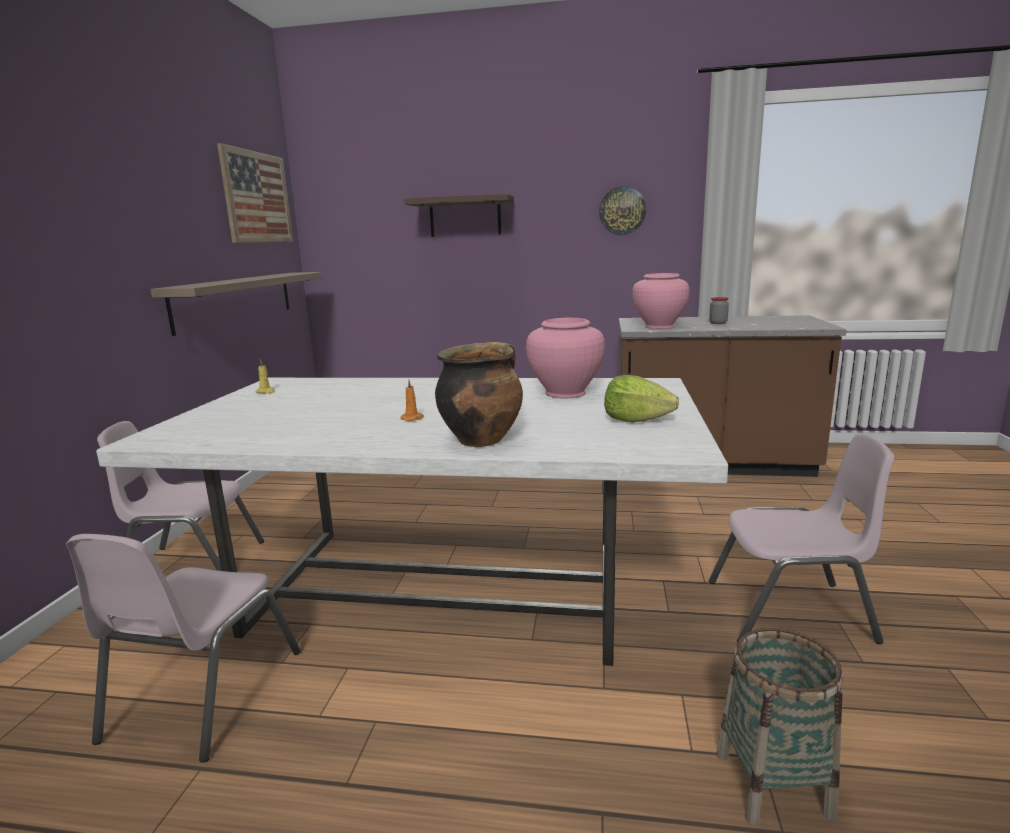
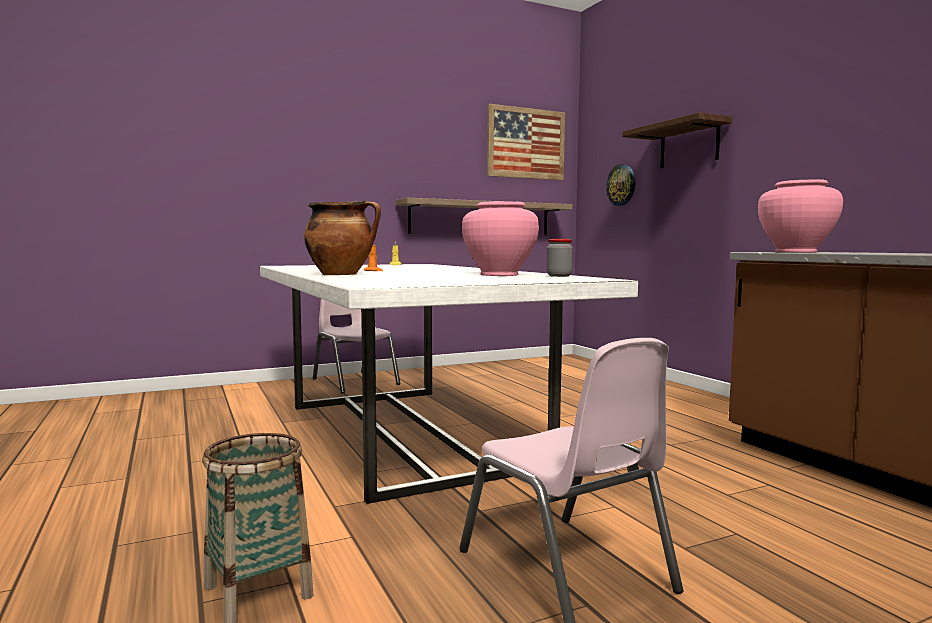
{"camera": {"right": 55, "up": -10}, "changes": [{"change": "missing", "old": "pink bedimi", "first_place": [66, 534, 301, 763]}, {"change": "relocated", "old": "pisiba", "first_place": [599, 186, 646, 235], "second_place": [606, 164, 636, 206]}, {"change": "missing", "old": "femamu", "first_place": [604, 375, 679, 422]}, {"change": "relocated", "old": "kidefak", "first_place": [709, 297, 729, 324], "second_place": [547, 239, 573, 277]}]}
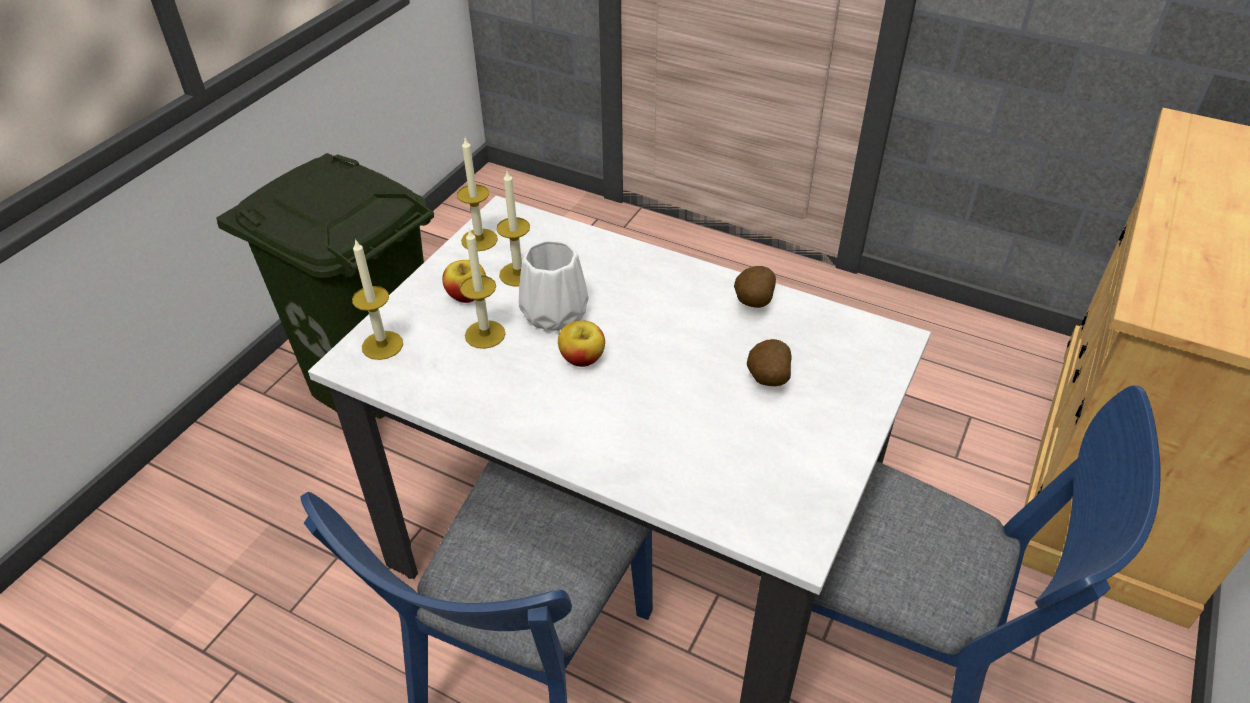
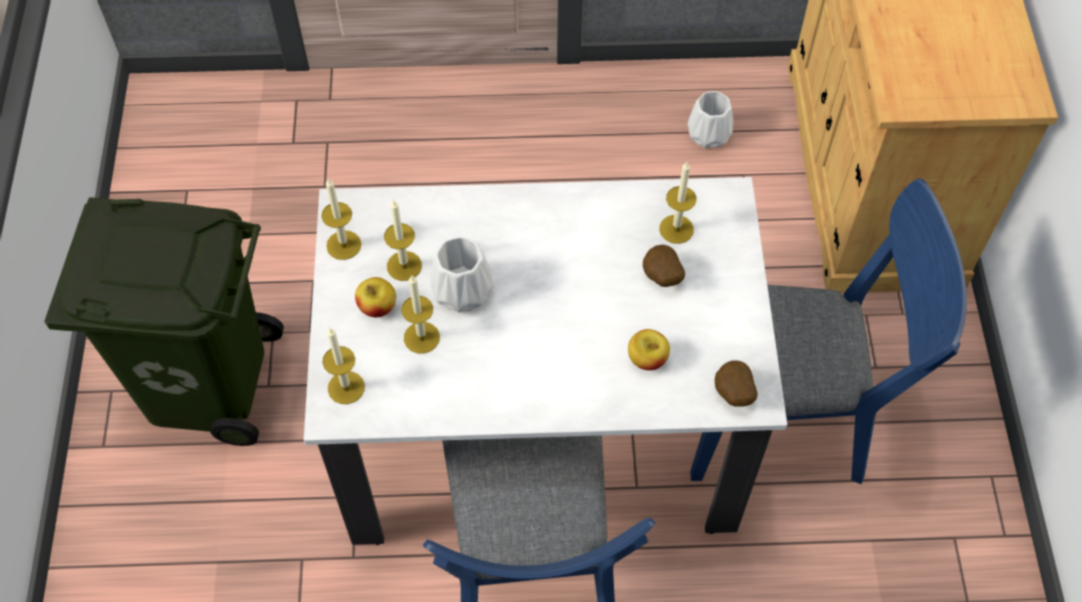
{"camera": {"right": -30, "up": 15}, "changes": [{"change": "relocated", "old": "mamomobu", "first_place": [558, 321, 605, 367], "second_place": [628, 329, 670, 370]}, {"change": "relocated", "old": "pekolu", "first_place": [734, 266, 776, 308], "second_place": [715, 360, 758, 407]}, {"change": "appeared", "new": "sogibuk", "second_place": [659, 162, 696, 244]}, {"change": "appeared", "new": "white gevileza", "second_place": [687, 91, 733, 148]}]}
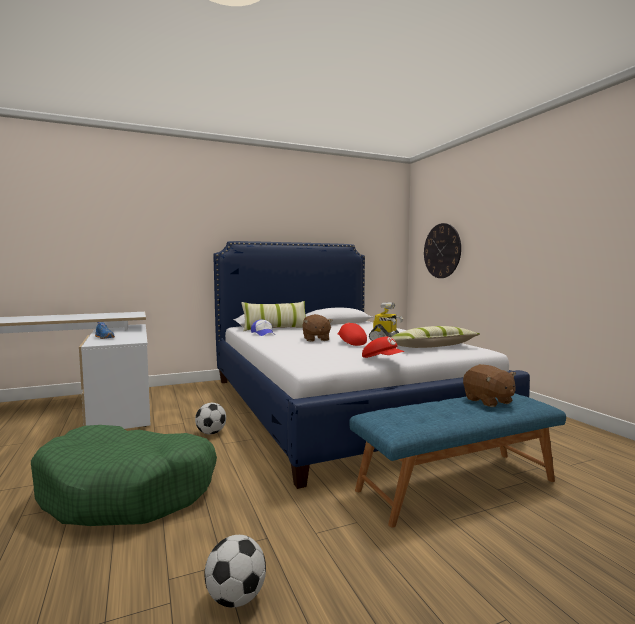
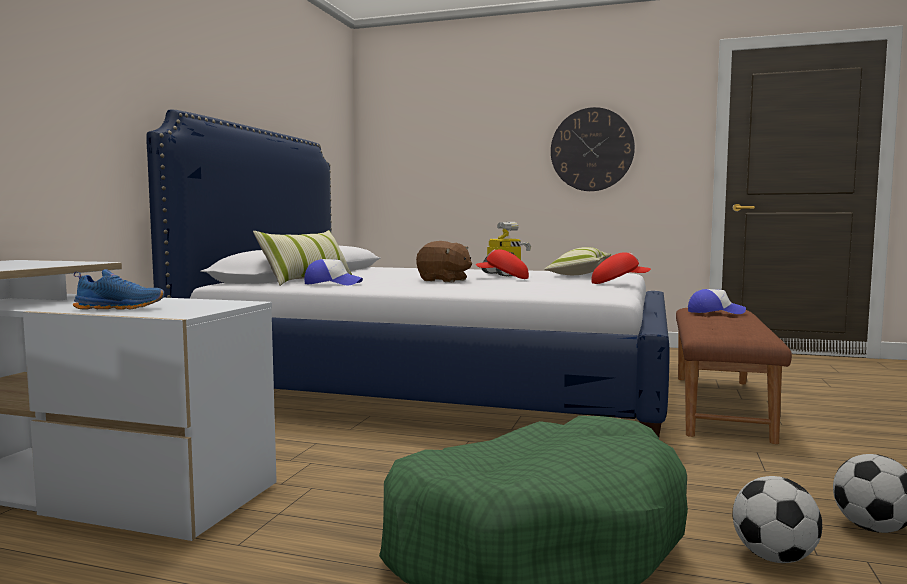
{"camera": {"right": -50, "up": 0}, "changes": [{"change": "relocated", "old": "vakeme", "first_place": [195, 403, 226, 434], "second_place": [732, 476, 822, 563]}, {"change": "colour", "old": "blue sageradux", "new": "brown sageradux", "first_place": [349, 393, 566, 528], "second_place": [676, 308, 792, 444]}, {"change": "relocated", "old": "pisiba", "first_place": [424, 223, 461, 278], "second_place": [551, 107, 635, 191]}, {"change": "exchanged", "old": "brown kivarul", "new": "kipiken", "first_place": [463, 364, 516, 407], "second_place": [688, 289, 746, 314]}]}
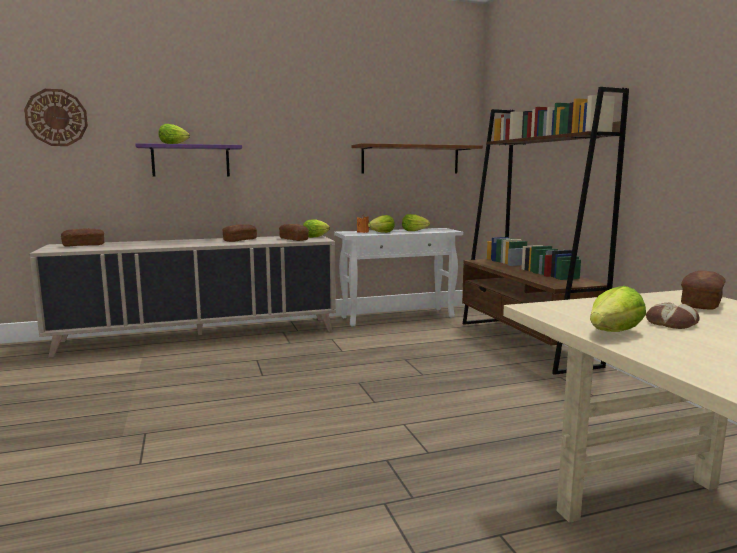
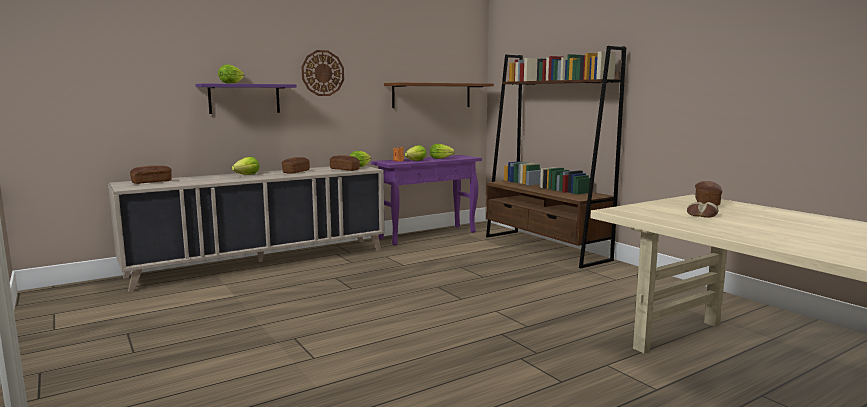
{"camera": {"right": -15, "up": 0}, "changes": [{"change": "relocated", "old": "pisiba", "first_place": [24, 89, 88, 146], "second_place": [302, 50, 344, 96]}, {"change": "colour", "old": "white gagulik", "new": "purple gagulik", "first_place": [334, 228, 463, 326], "second_place": [371, 155, 482, 245]}, {"change": "relocated", "old": "femamu", "first_place": [590, 286, 646, 332], "second_place": [232, 157, 260, 175]}]}
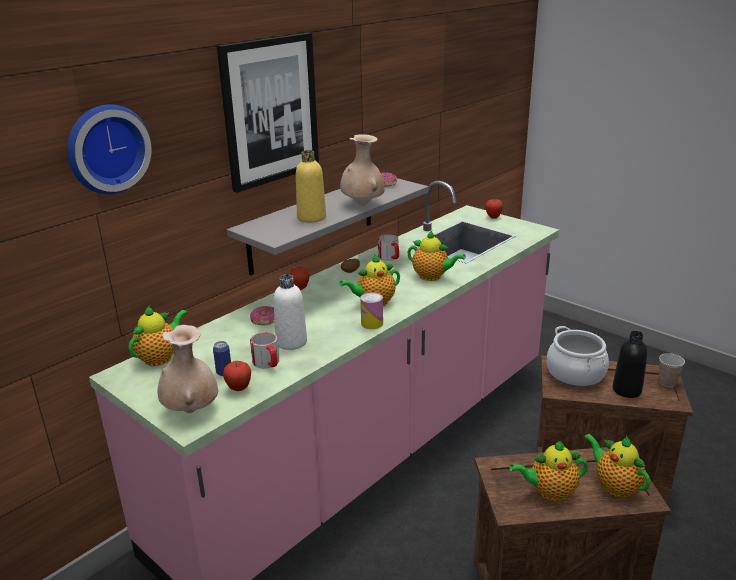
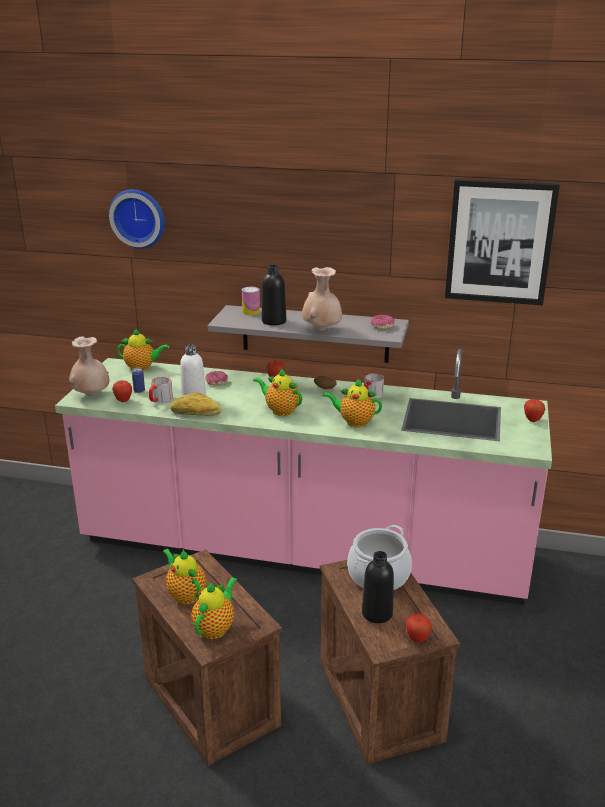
{"camera": {"right": 60, "up": 0}, "changes": [{"change": "relocated", "old": "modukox", "first_place": [217, 33, 319, 193], "second_place": [445, 179, 560, 306]}, {"change": "colour", "old": "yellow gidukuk", "new": "black gidukuk", "first_place": [296, 150, 326, 222], "second_place": [262, 264, 286, 325]}, {"change": "relocated", "old": "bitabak", "first_place": [360, 292, 383, 329], "second_place": [242, 287, 260, 315]}, {"change": "spun", "old": "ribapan", "first_place": [408, 231, 466, 281], "second_place": [322, 378, 382, 427], "degrees": 105}, {"change": "exchanged", "old": "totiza", "new": "mamomobu", "first_place": [659, 353, 685, 387], "second_place": [406, 614, 432, 643]}, {"change": "appeared", "new": "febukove", "second_place": [170, 392, 221, 416]}]}
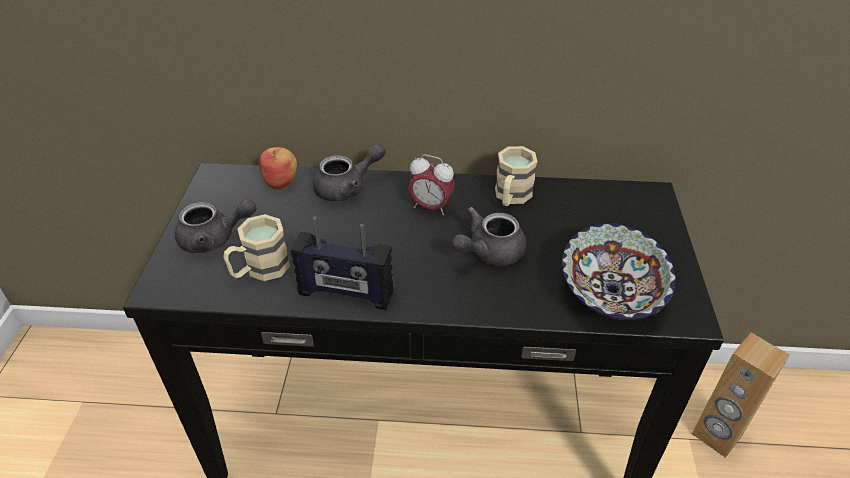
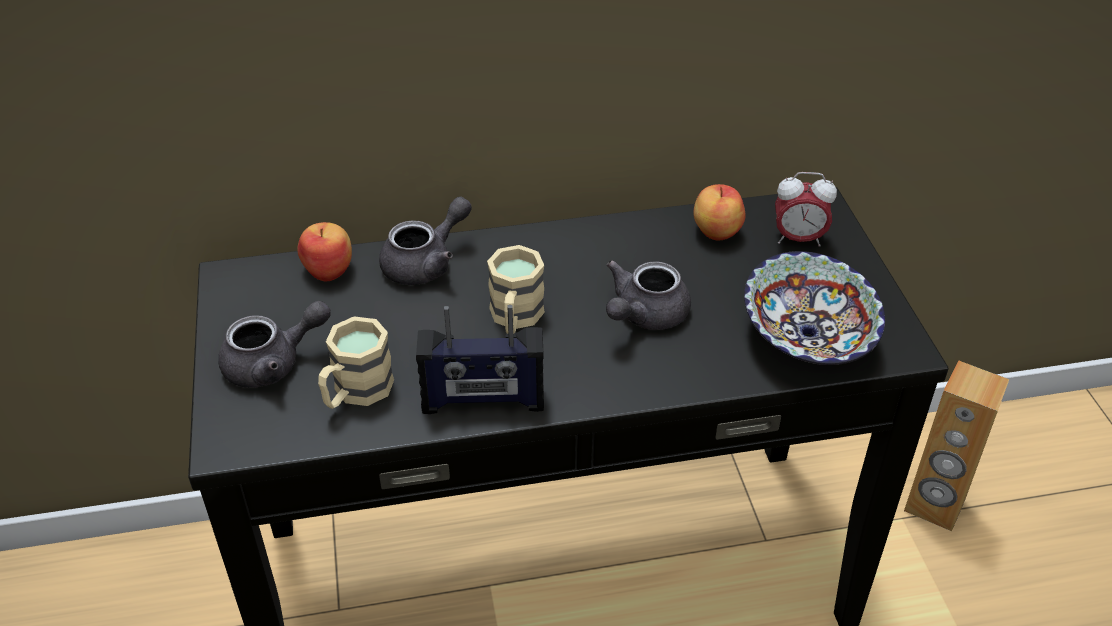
{"camera": {"right": -15, "up": 0}, "changes": [{"change": "relocated", "old": "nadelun", "first_place": [408, 155, 455, 215], "second_place": [775, 172, 837, 247]}, {"change": "relocated", "old": "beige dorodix", "first_place": [495, 146, 538, 206], "second_place": [487, 245, 545, 334]}, {"change": "appeared", "new": "mamomobu", "second_place": [694, 184, 746, 240]}]}
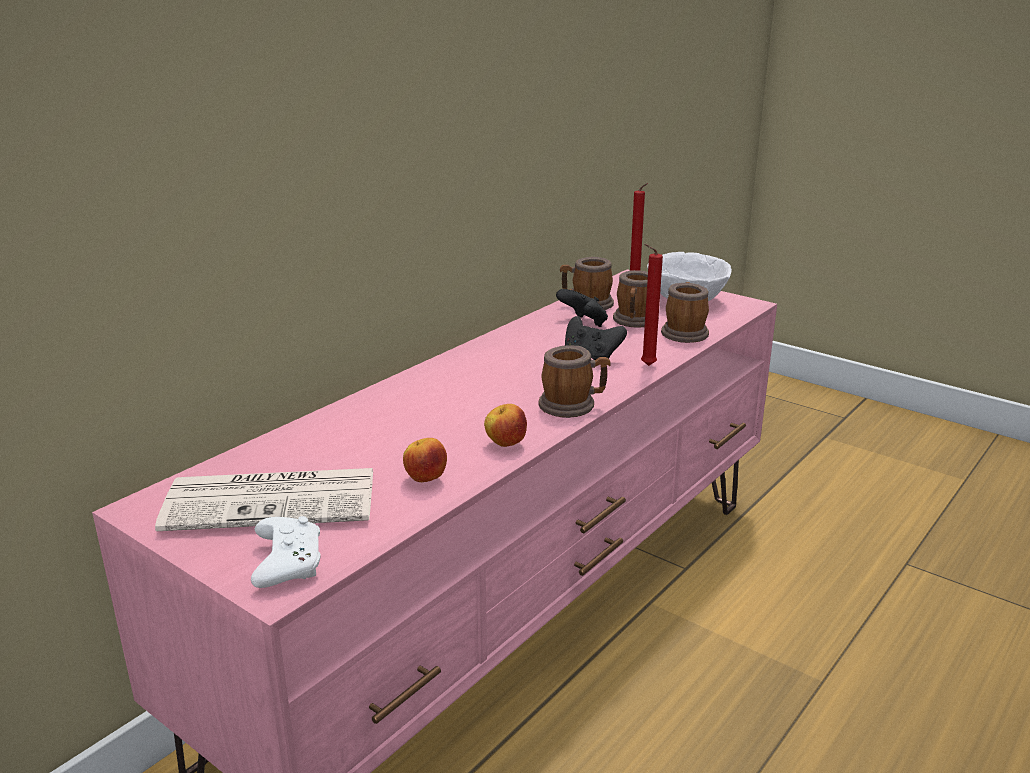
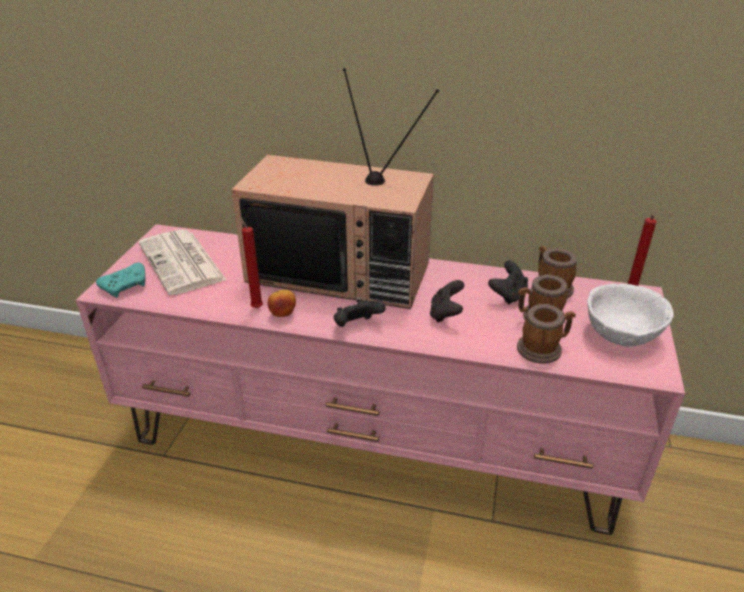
{"camera": {"right": 65, "up": 10}, "changes": [{"change": "colour", "old": "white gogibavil", "new": "turquoise gogibavil", "first_place": [251, 516, 320, 588], "second_place": [96, 263, 146, 298]}, {"change": "missing", "old": "mamomobu", "first_place": [403, 438, 447, 482]}, {"change": "exchanged", "old": "dorodix", "new": "black gogibavil", "first_place": [538, 346, 610, 418], "second_place": [334, 299, 386, 327]}, {"change": "relocated", "old": "red sogibuk", "first_place": [641, 244, 663, 366], "second_place": [239, 216, 263, 308]}, {"change": "appeared", "new": "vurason", "second_place": [231, 68, 439, 309]}]}
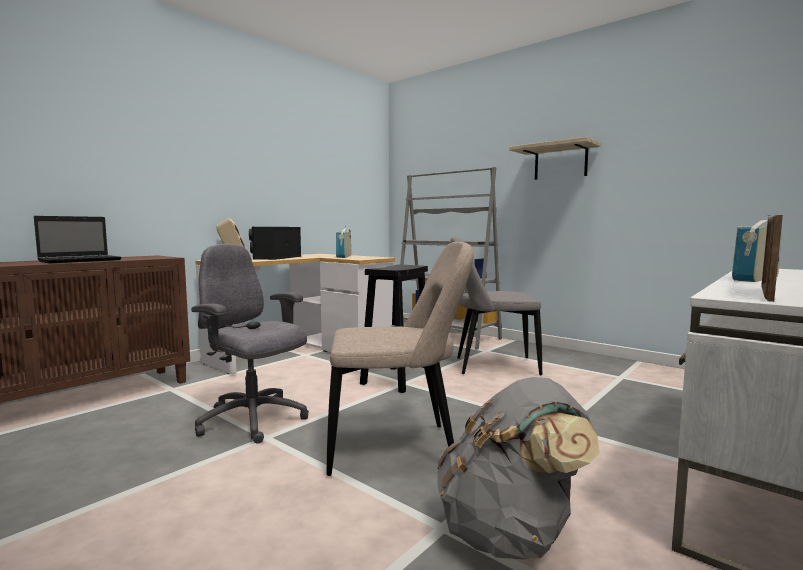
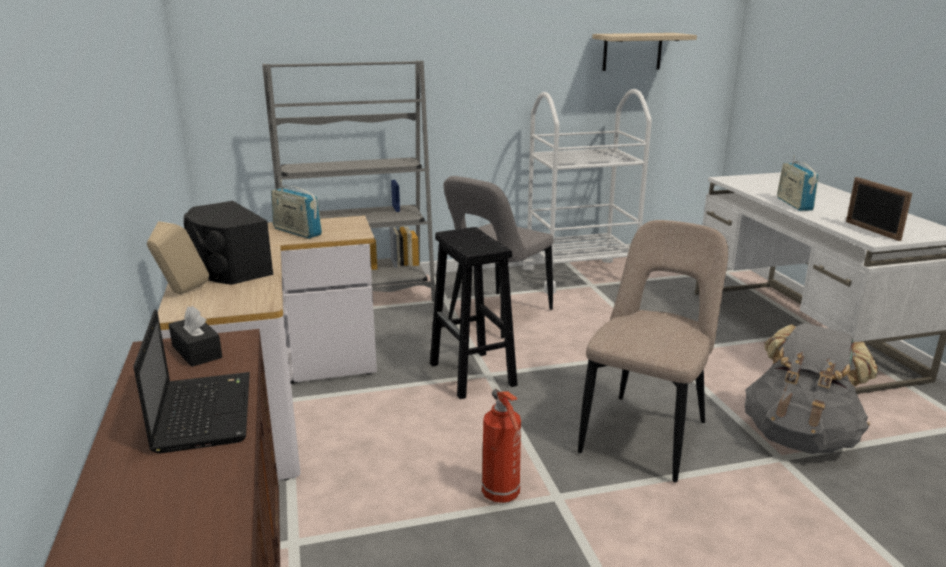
{"camera": {"right": -55, "up": 15}, "changes": [{"change": "exchanged", "old": "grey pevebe", "new": "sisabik", "first_place": [191, 244, 309, 444], "second_place": [482, 389, 521, 503]}, {"change": "relocated", "old": "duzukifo", "first_place": [509, 137, 601, 180], "second_place": [592, 33, 697, 71]}, {"change": "appeared", "new": "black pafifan", "second_place": [169, 306, 222, 367]}, {"change": "appeared", "new": "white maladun", "second_place": [523, 89, 652, 294]}]}
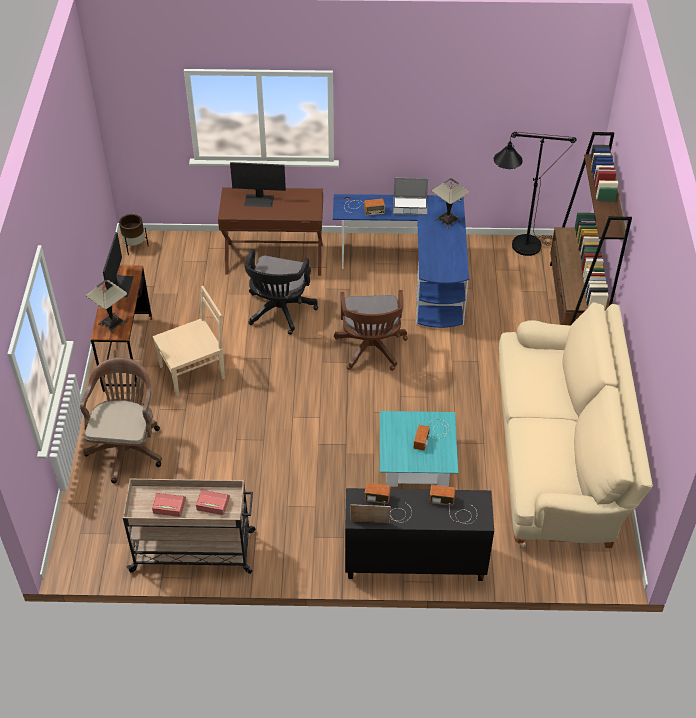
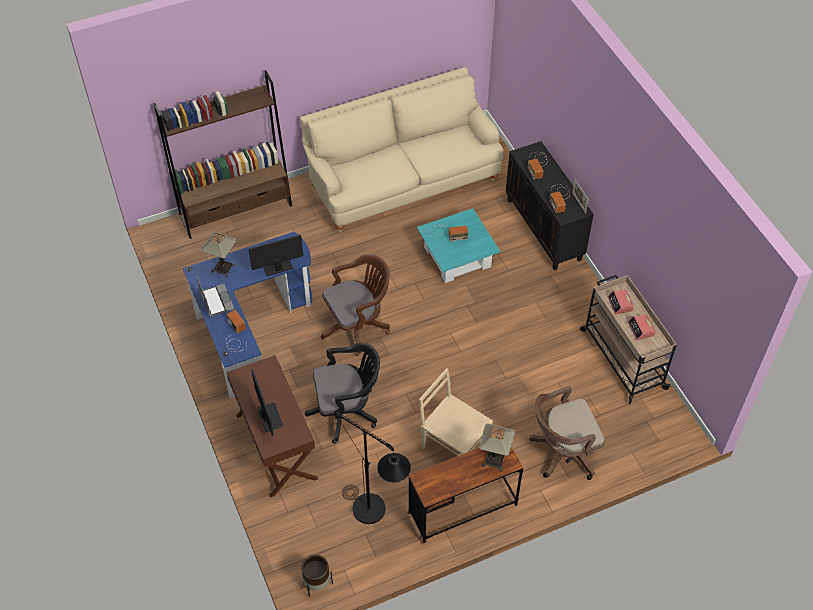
{"camera": {"right": -115, "up": 5}, "changes": [{"change": "relocated", "old": "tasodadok", "first_place": [103, 232, 134, 297], "second_place": [249, 235, 303, 276]}, {"change": "relocated", "old": "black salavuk", "first_place": [494, 132, 577, 256], "second_place": [334, 411, 411, 524]}]}
